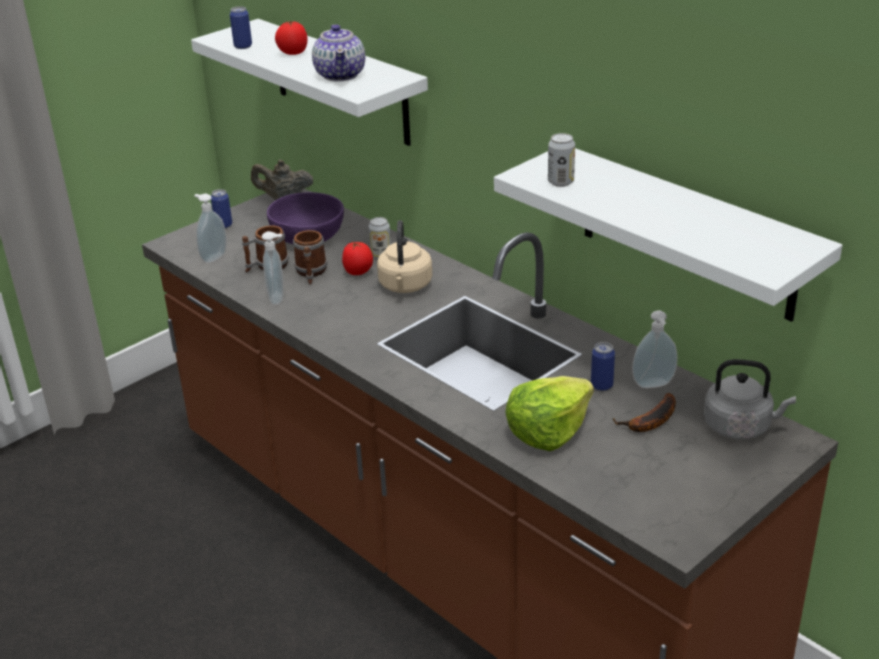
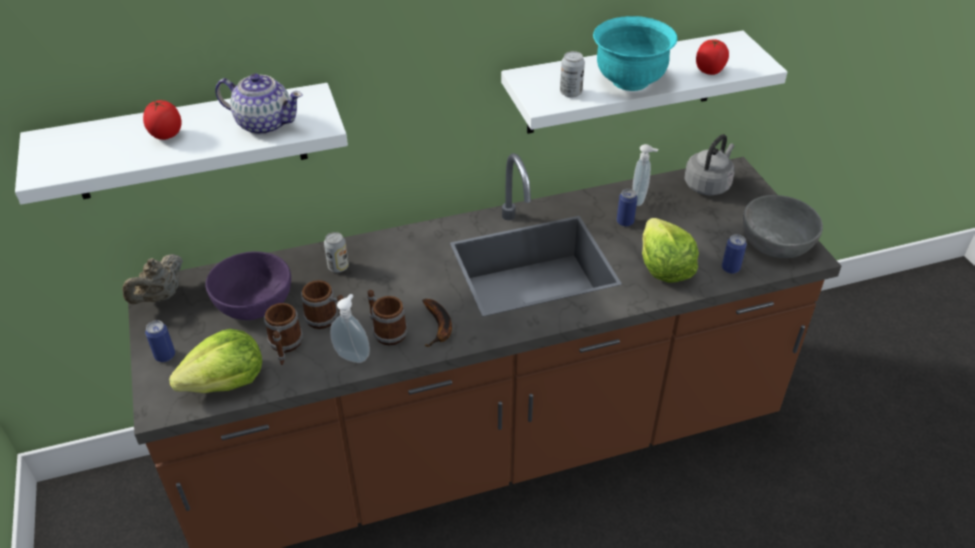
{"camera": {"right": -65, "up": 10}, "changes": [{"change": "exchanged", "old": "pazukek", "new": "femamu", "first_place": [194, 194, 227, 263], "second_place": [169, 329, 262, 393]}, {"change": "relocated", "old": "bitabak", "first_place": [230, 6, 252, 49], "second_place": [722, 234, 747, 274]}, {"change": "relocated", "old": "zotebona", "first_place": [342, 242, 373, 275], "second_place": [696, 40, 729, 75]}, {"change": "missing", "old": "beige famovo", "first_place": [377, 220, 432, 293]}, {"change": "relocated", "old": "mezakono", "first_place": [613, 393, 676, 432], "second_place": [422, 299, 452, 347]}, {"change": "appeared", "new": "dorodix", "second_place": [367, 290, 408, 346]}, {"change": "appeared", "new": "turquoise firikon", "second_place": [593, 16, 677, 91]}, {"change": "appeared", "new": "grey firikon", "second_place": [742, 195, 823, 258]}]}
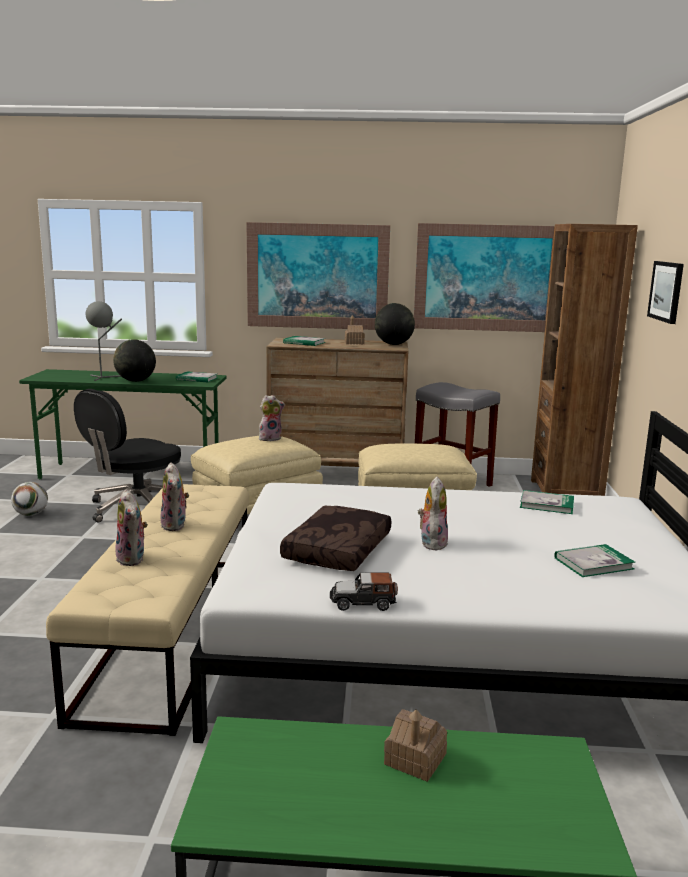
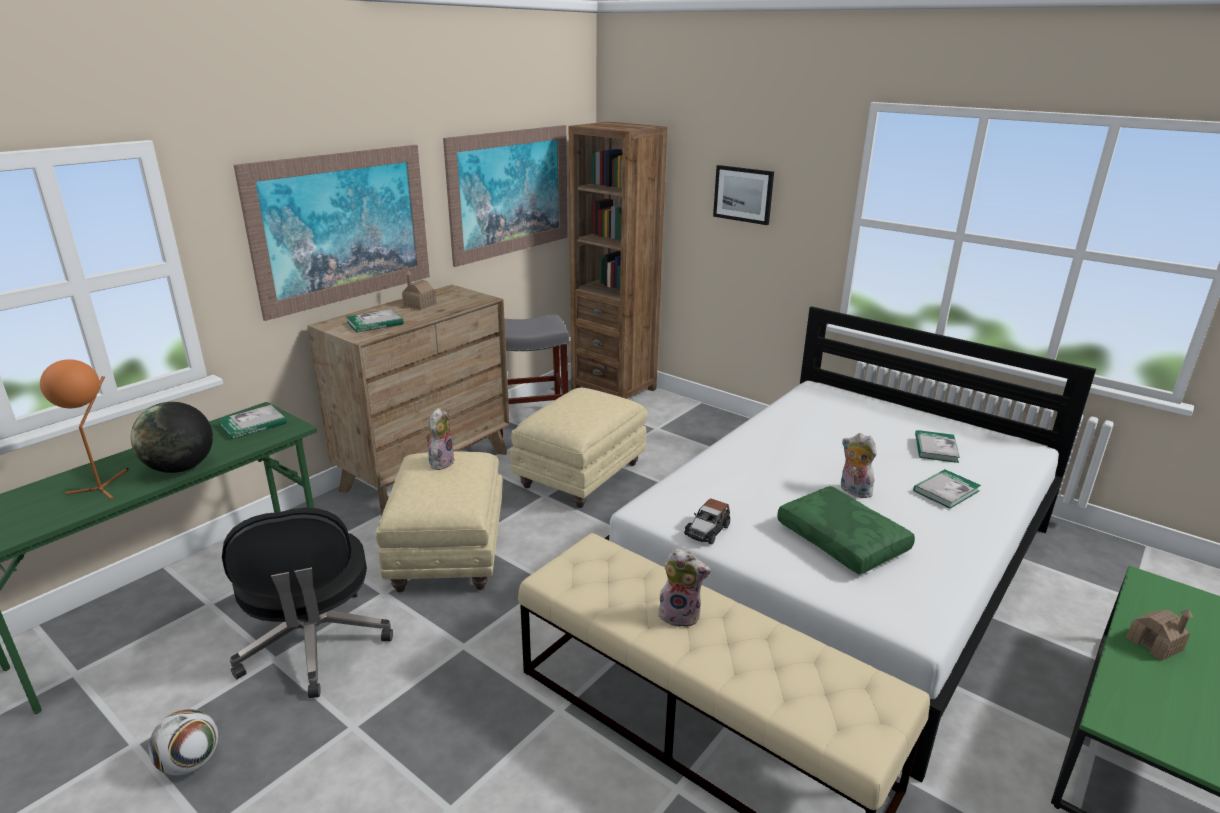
{"camera": {"right": -55, "up": 10}, "changes": [{"change": "colour", "old": "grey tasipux", "new": "orange tasipux", "first_place": [86, 301, 122, 381], "second_place": [40, 359, 129, 500]}, {"change": "missing", "old": "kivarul", "first_place": [115, 489, 148, 566]}, {"change": "colour", "old": "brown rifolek", "new": "green rifolek", "first_place": [280, 506, 391, 571], "second_place": [777, 486, 915, 575]}, {"change": "relocated", "old": "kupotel", "first_place": [330, 572, 398, 611], "second_place": [684, 498, 730, 545]}, {"change": "missing", "old": "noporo", "first_place": [375, 303, 415, 345]}, {"change": "relocated", "old": "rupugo", "first_place": [520, 490, 574, 514], "second_place": [913, 469, 981, 509]}]}
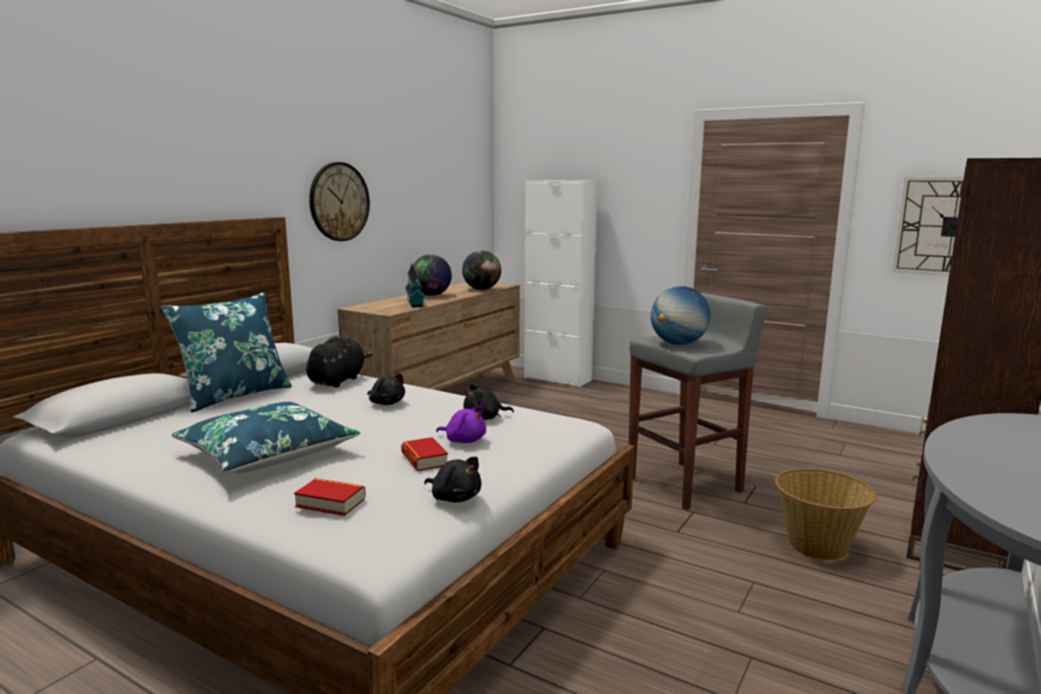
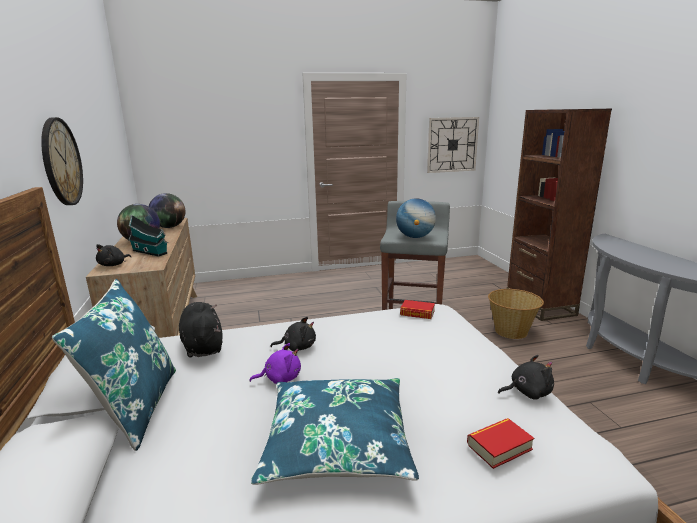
{"camera": {"right": -45, "up": 5}, "changes": [{"change": "relocated", "old": "rupugo", "first_place": [401, 437, 448, 471], "second_place": [400, 300, 435, 319]}, {"change": "relocated", "old": "purple kivarul", "first_place": [436, 406, 486, 443], "second_place": [249, 343, 301, 384]}, {"change": "relocated", "old": "black kivarul", "first_place": [463, 384, 514, 420], "second_place": [96, 244, 131, 266]}, {"change": "missing", "old": "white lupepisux", "first_place": [524, 180, 598, 387]}]}
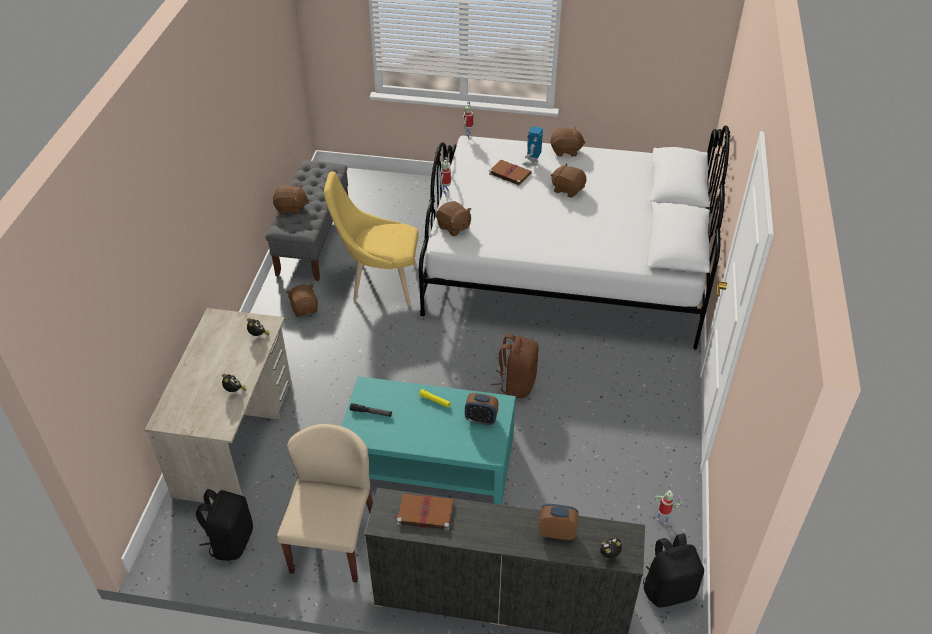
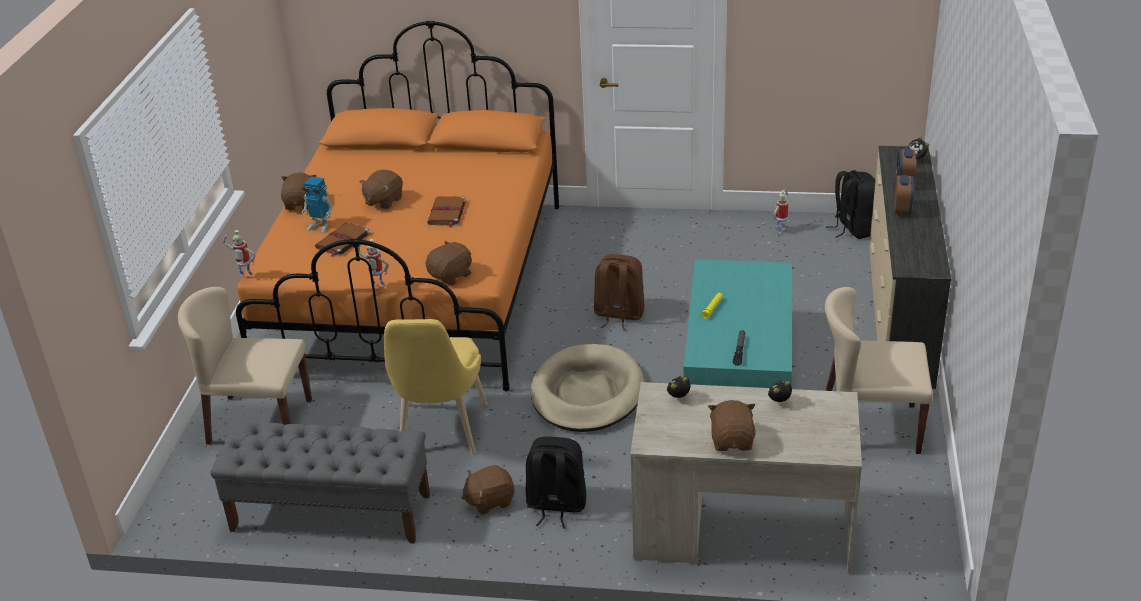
{"camera": {"right": -90, "up": -10}, "changes": [{"change": "relocated", "old": "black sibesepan", "first_place": [196, 489, 253, 561], "second_place": [526, 436, 586, 529]}, {"change": "relocated", "old": "brown kivarul", "first_place": [273, 184, 309, 214], "second_place": [708, 400, 756, 451]}, {"change": "relocated", "old": "brown rupugo", "first_place": [394, 494, 454, 530], "second_place": [427, 196, 466, 227]}, {"change": "colour", "old": "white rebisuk", "new": "orange rebisuk", "first_place": [419, 125, 730, 350], "second_place": [236, 21, 559, 391]}, {"change": "relocated", "old": "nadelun", "first_place": [465, 393, 498, 425], "second_place": [894, 175, 914, 216]}, {"change": "appeared", "new": "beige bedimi", "second_place": [178, 287, 312, 445]}, {"change": "appeared", "new": "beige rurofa", "second_place": [531, 344, 644, 432]}]}
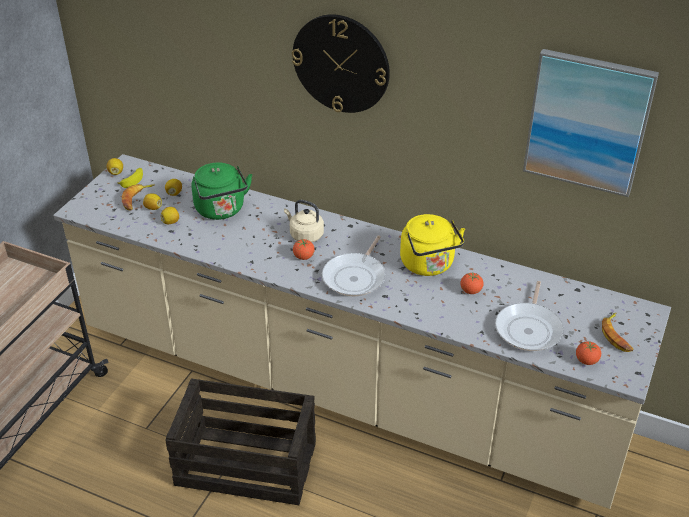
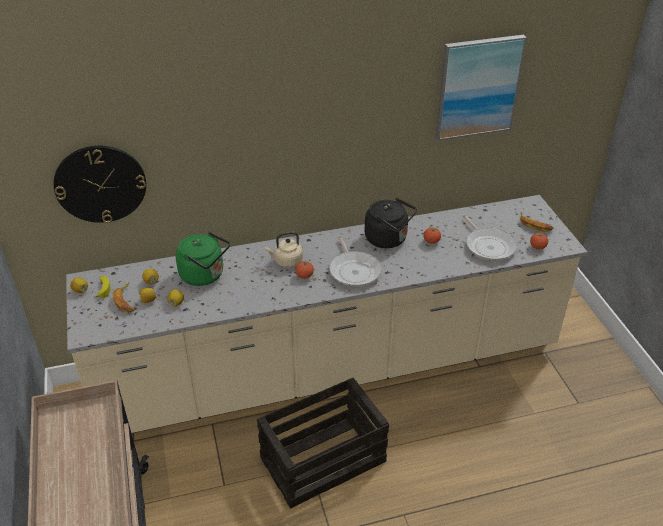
{"camera": {"right": -40, "up": 0}, "changes": [{"change": "relocated", "old": "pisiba", "first_place": [292, 14, 390, 113], "second_place": [54, 146, 146, 223]}, {"change": "colour", "old": "yellow famovo", "new": "black famovo", "first_place": [400, 214, 465, 276], "second_place": [365, 198, 417, 248]}]}
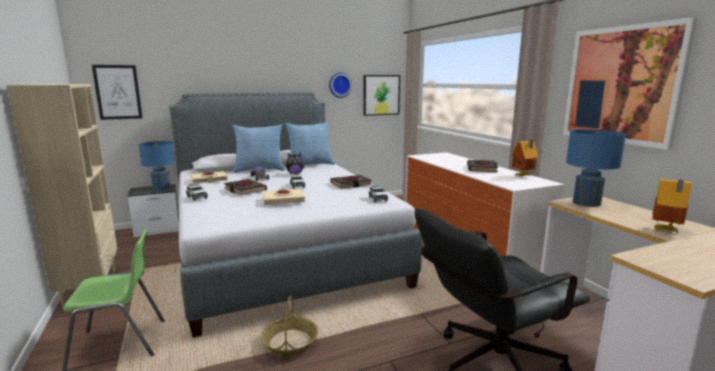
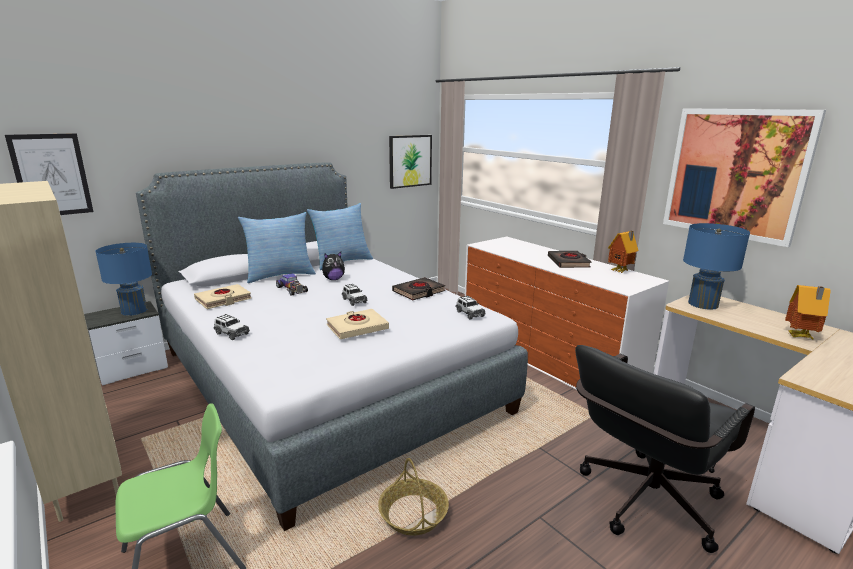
{"camera": {"right": -15, "up": 5}, "changes": [{"change": "missing", "old": "black rupugo", "first_place": [224, 179, 267, 195]}, {"change": "missing", "old": "pisiba", "first_place": [329, 73, 352, 98]}]}
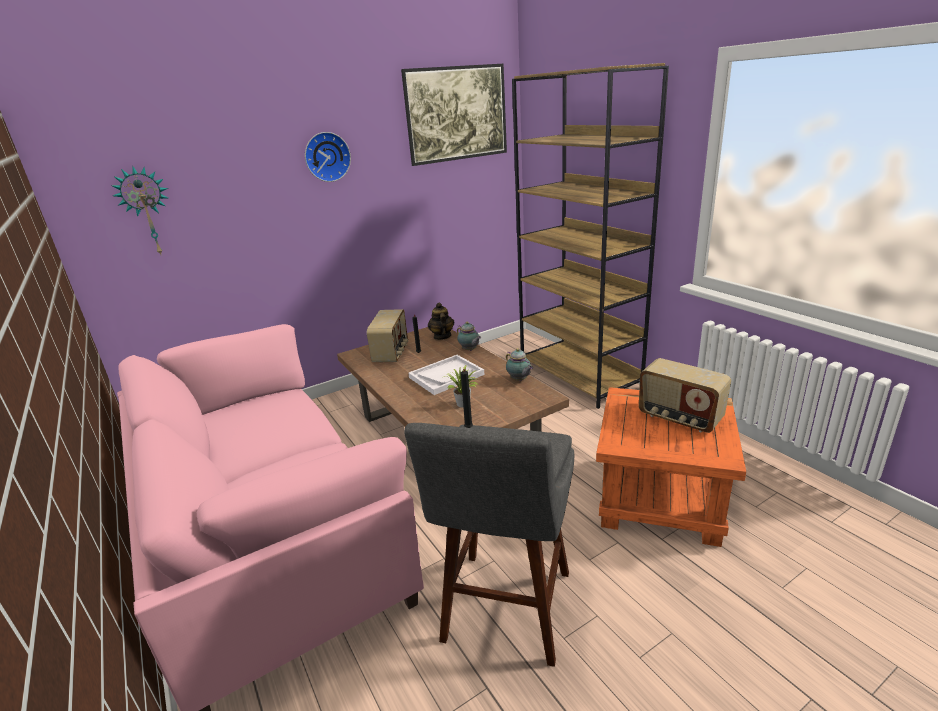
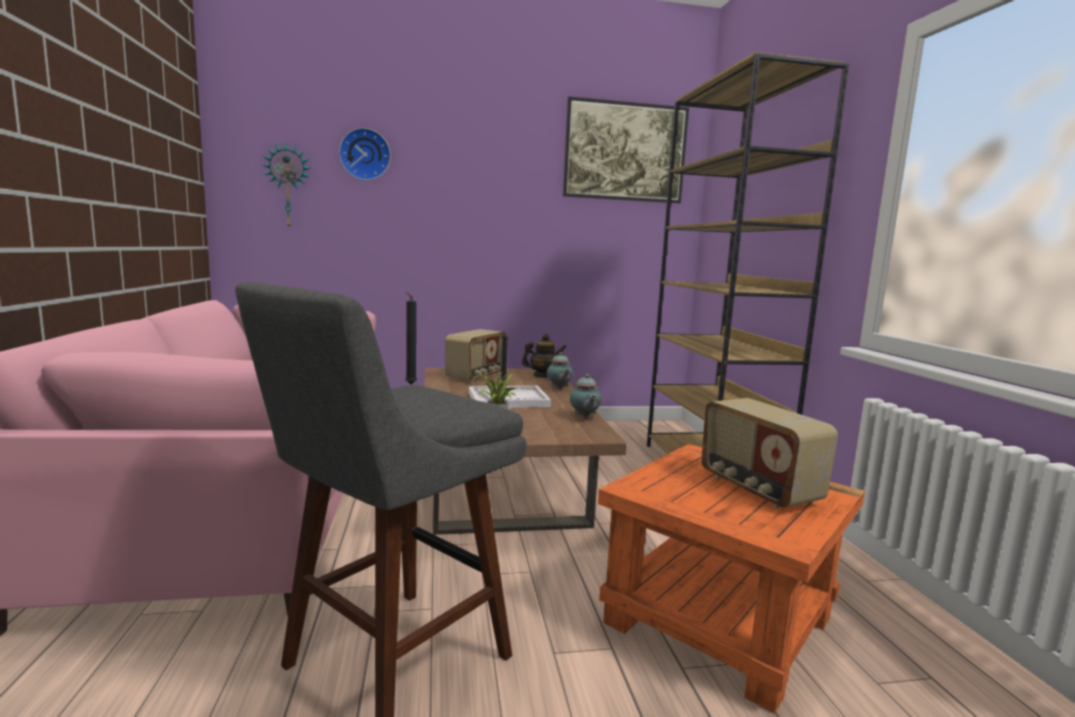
{"camera": {"right": 20, "up": -15}, "changes": [{"change": "relocated", "old": "pisiba", "first_place": [305, 132, 351, 182], "second_place": [339, 128, 391, 180]}, {"change": "spun", "old": "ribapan", "first_place": [428, 302, 455, 340], "second_place": [522, 334, 567, 377], "degrees": 60}]}
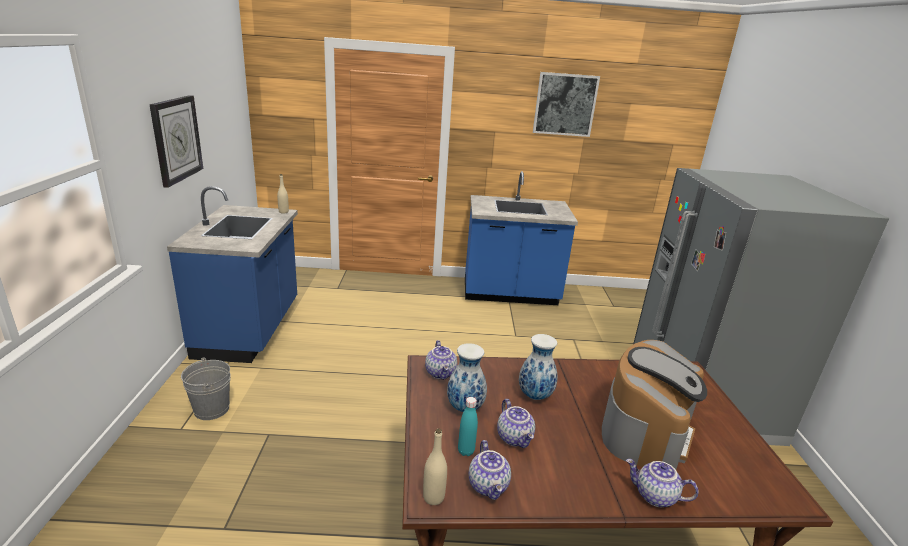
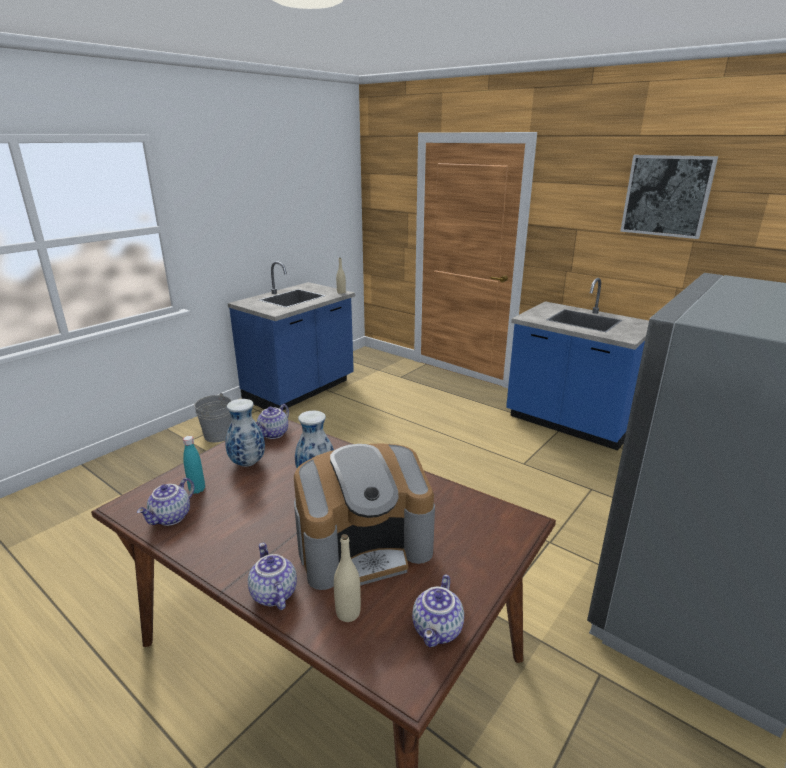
{"camera": {"right": 40, "up": 0}, "changes": [{"change": "missing", "old": "pisiba", "first_place": [150, 95, 203, 188]}, {"change": "relocated", "old": "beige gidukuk", "first_place": [423, 428, 447, 505], "second_place": [334, 534, 361, 622]}, {"change": "relocated", "old": "ribapan", "first_place": [497, 399, 535, 448], "second_place": [412, 574, 464, 647]}]}
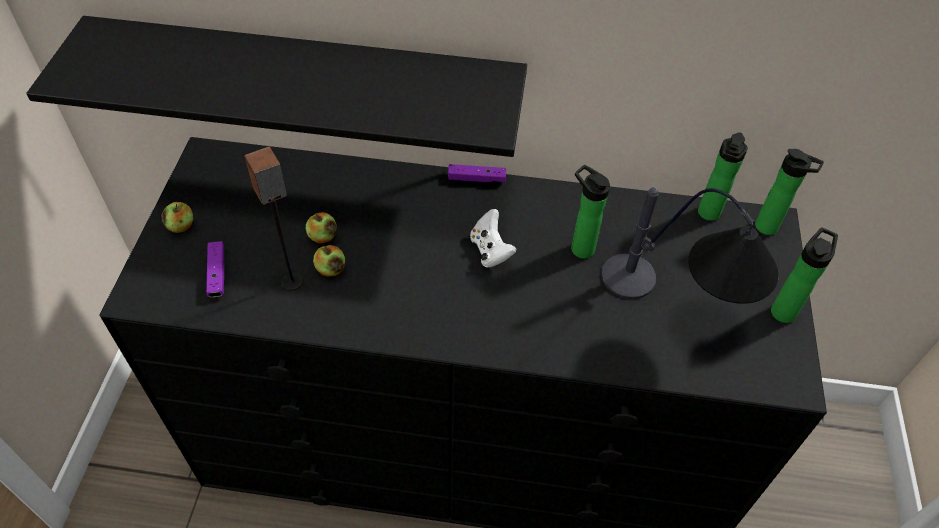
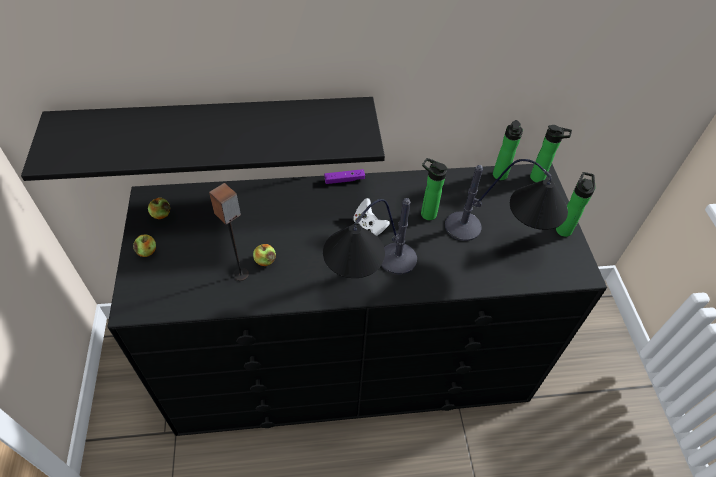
{"camera": {"right": -15, "up": 0}, "changes": [{"change": "missing", "old": "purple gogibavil", "first_place": [206, 241, 224, 297]}, {"change": "relocated", "old": "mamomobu", "first_place": [306, 212, 337, 243], "second_place": [148, 198, 170, 219]}, {"change": "appeared", "new": "tasipux", "second_place": [323, 198, 417, 278]}]}
